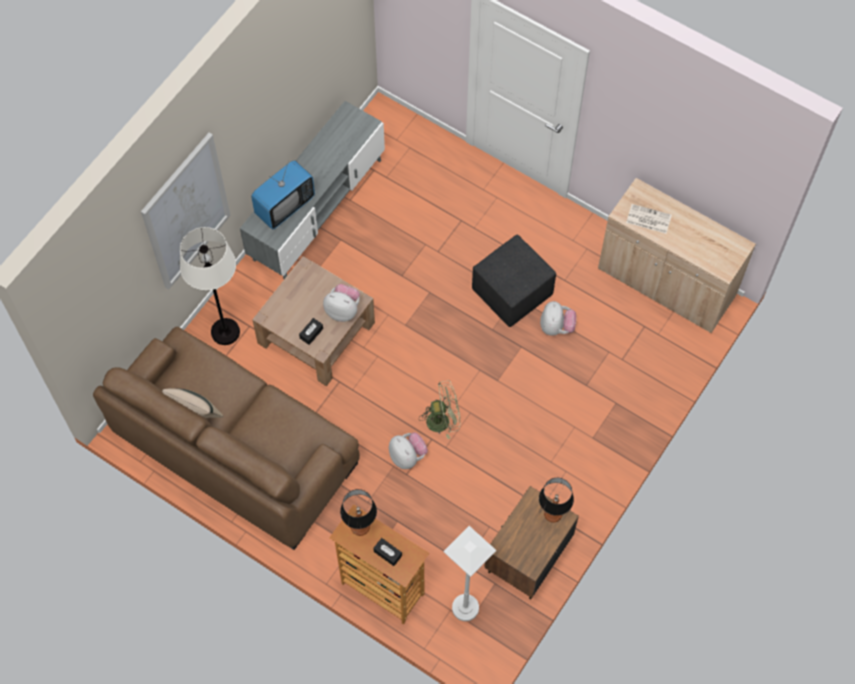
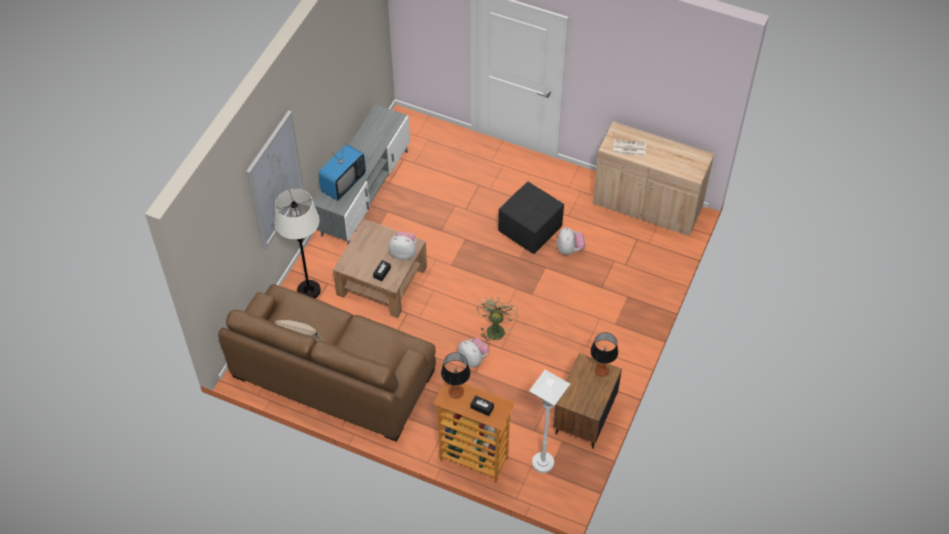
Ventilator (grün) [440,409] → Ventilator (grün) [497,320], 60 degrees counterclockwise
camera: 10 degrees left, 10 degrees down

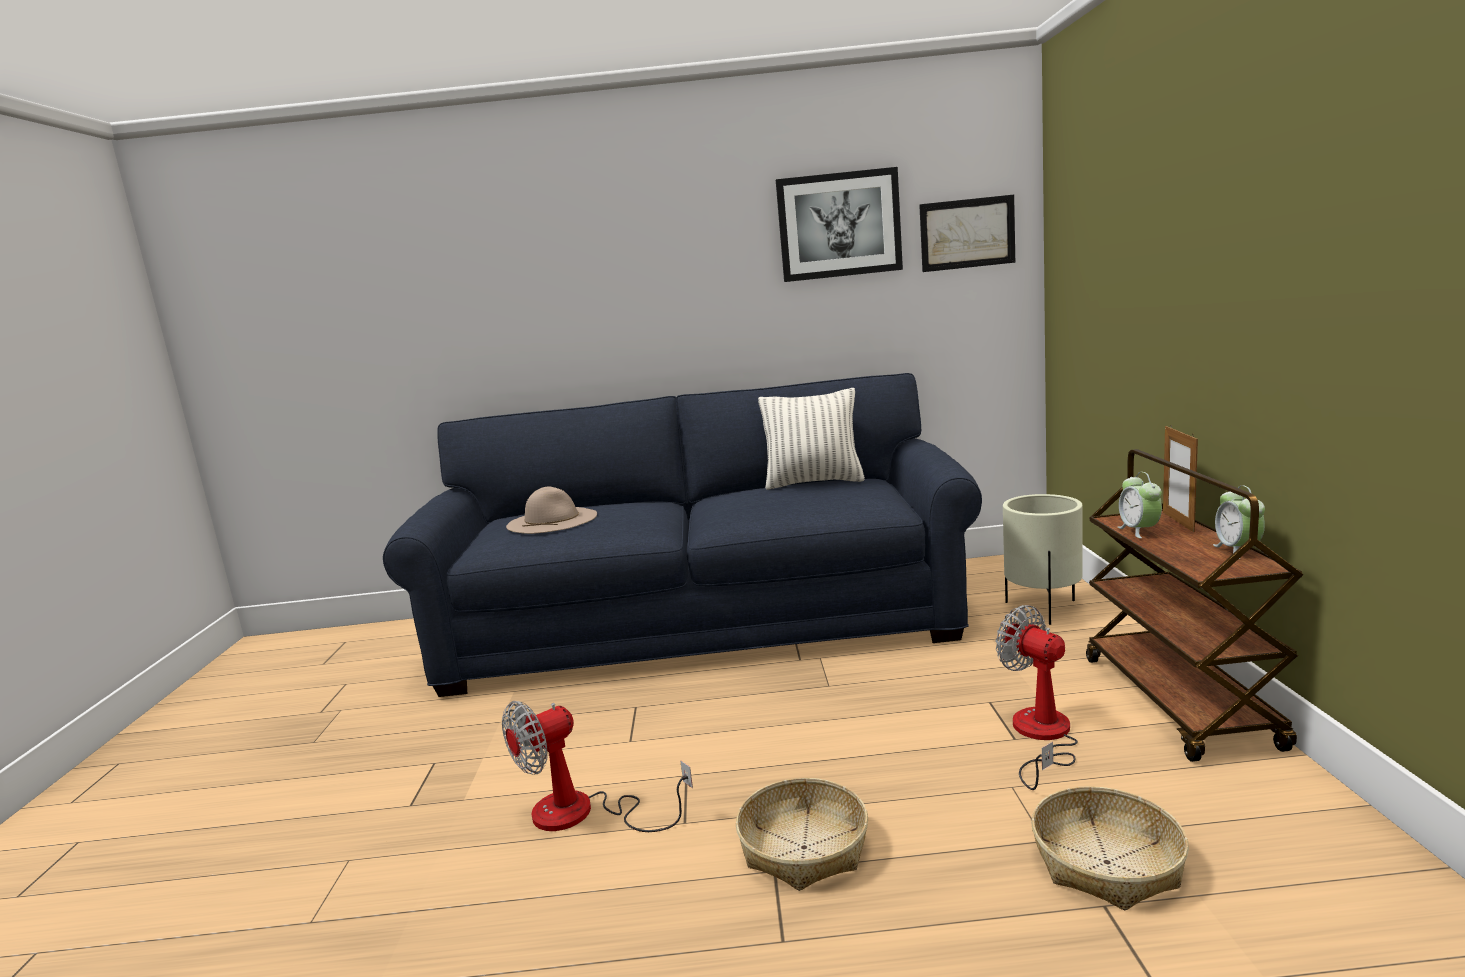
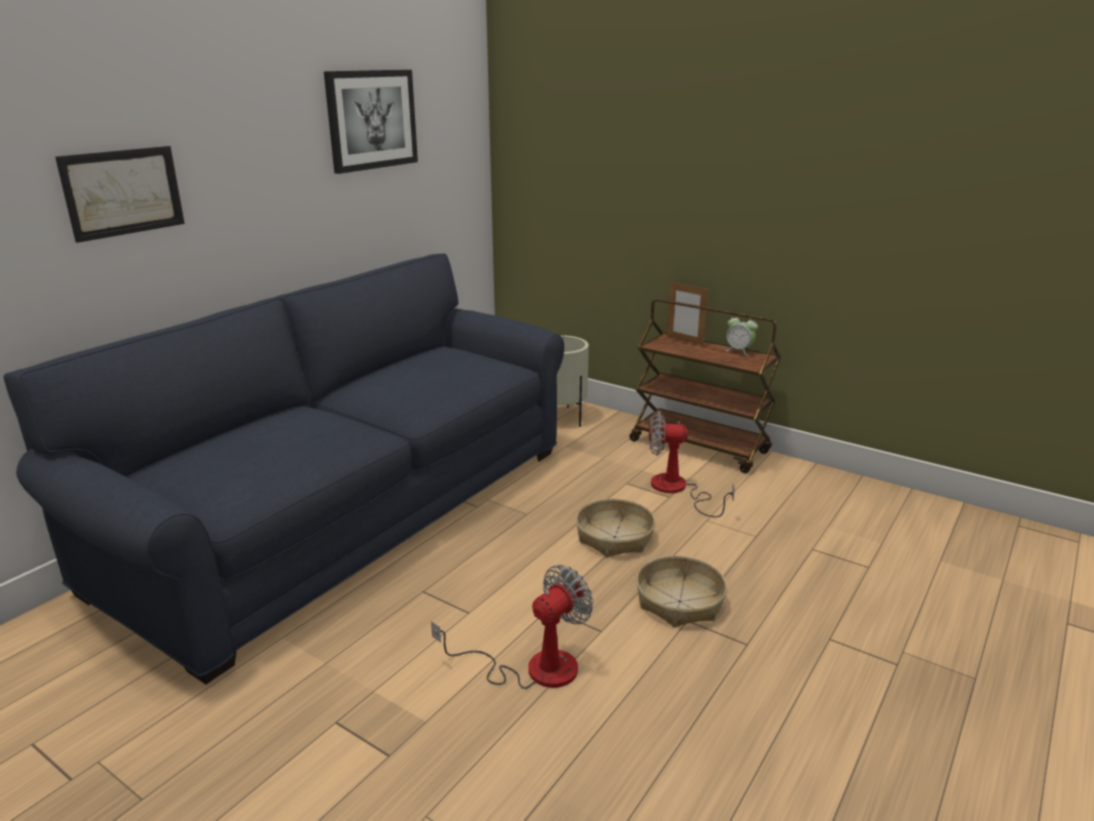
Ventilator [597,766] → Ventilator [512,627], 135 degrees counterclockwise
Hut (beige) [551,510] → -
Kissen [811,439] → -
Bild [967,233] → Bild [120,194], moved
Korb [1110,848] → Korb [615,528], moved
Wecker [1140,505] → -
camera: 55 degrees left, 10 degrees up

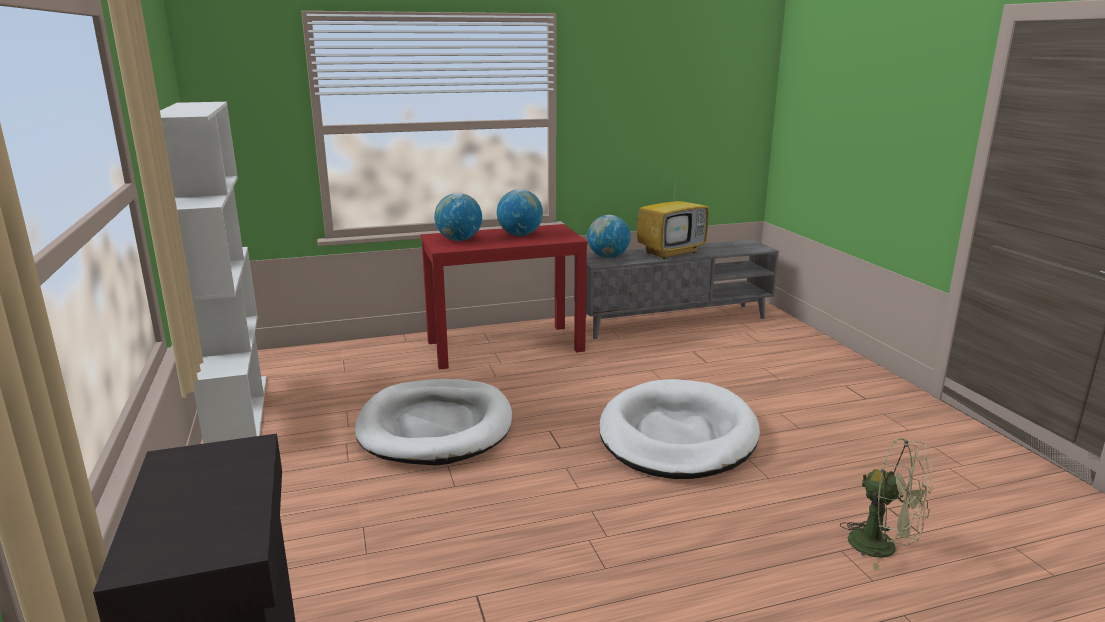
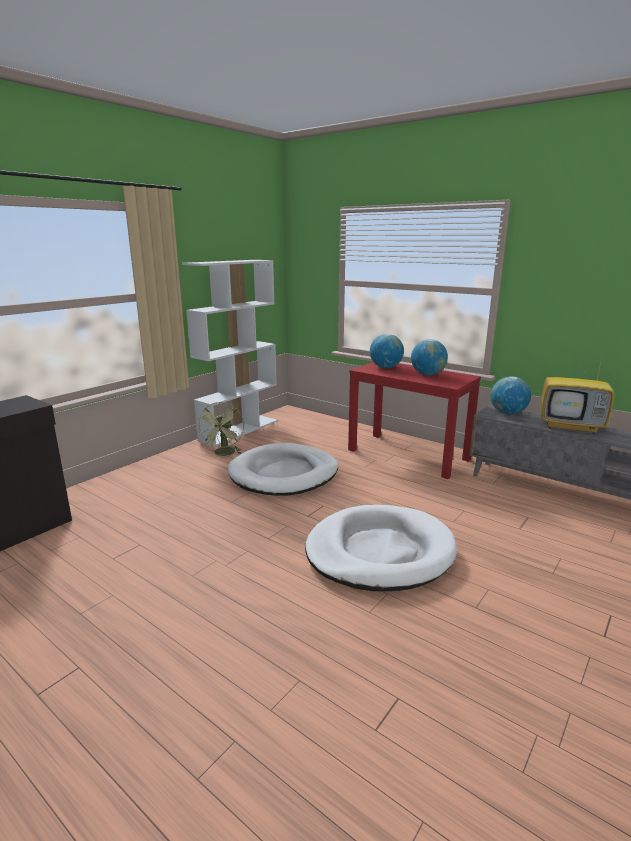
Ventilator (grün) [886,504] → Ventilator (grün) [221,429], moved
camera: 55 degrees right, 0 degrees up

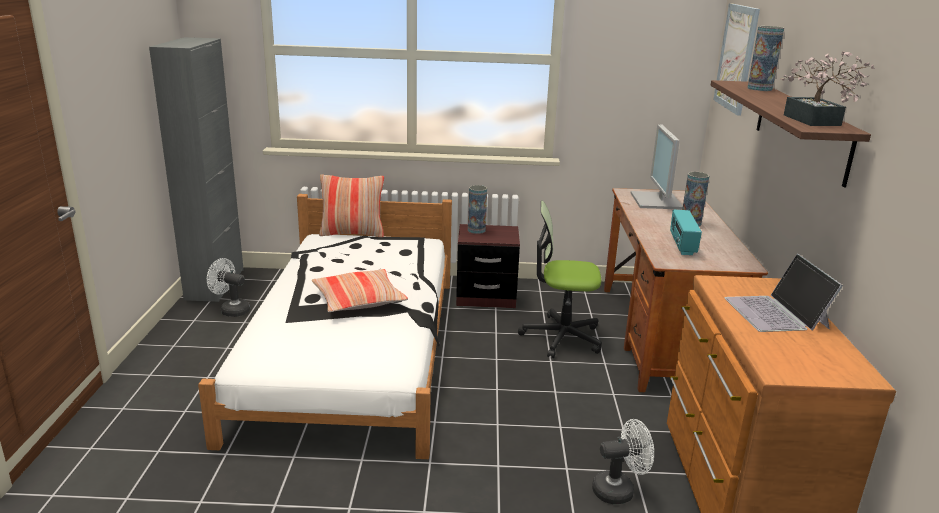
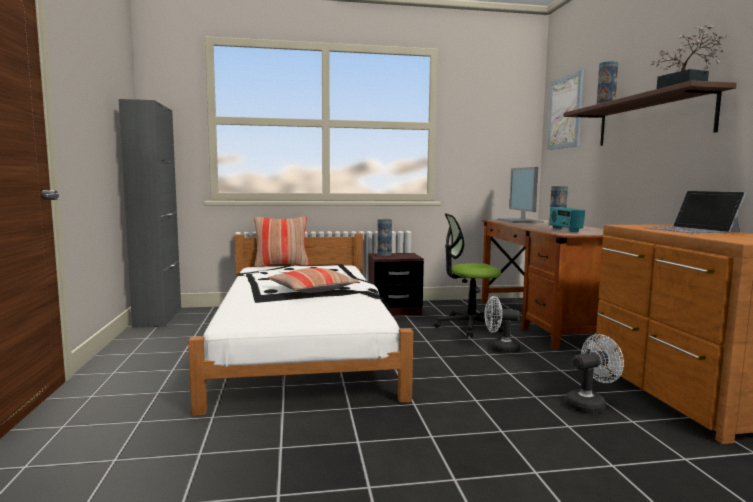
Ventilator (weiß) [229,287] → Ventilator (weiß) [502,324], moved
camera: 10 degrees left, 15 degrees down

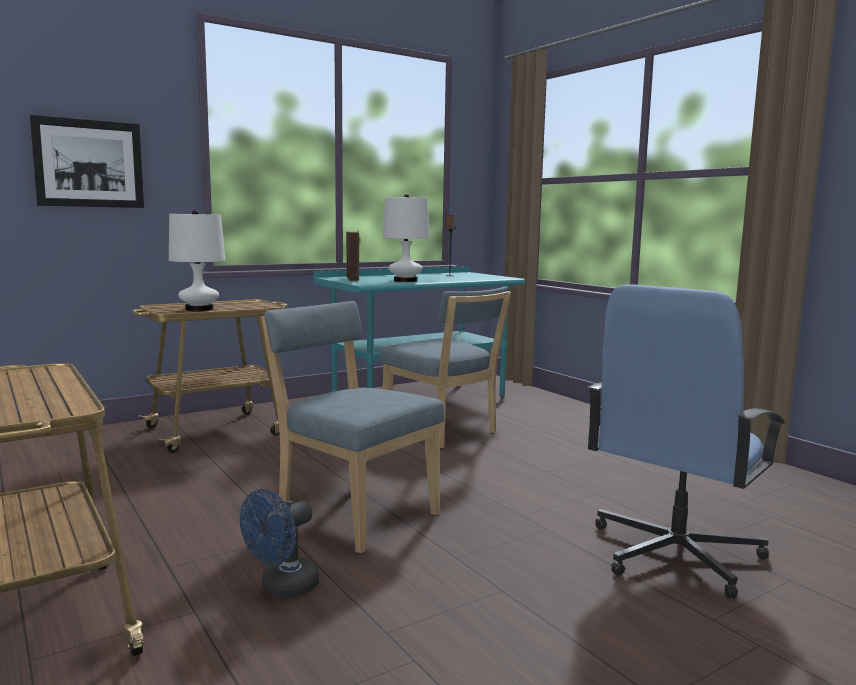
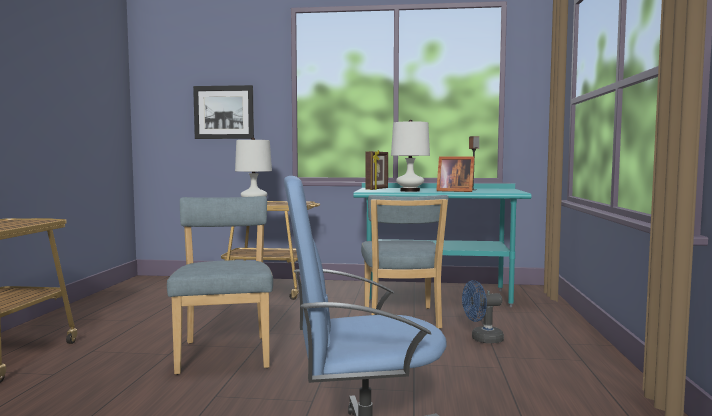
Ventilator (blau) [279,543] → Ventilator (blau) [483,311], moved
- → Bilderrahmen [455,174]
camera: 40 degrees right, 5 degrees down

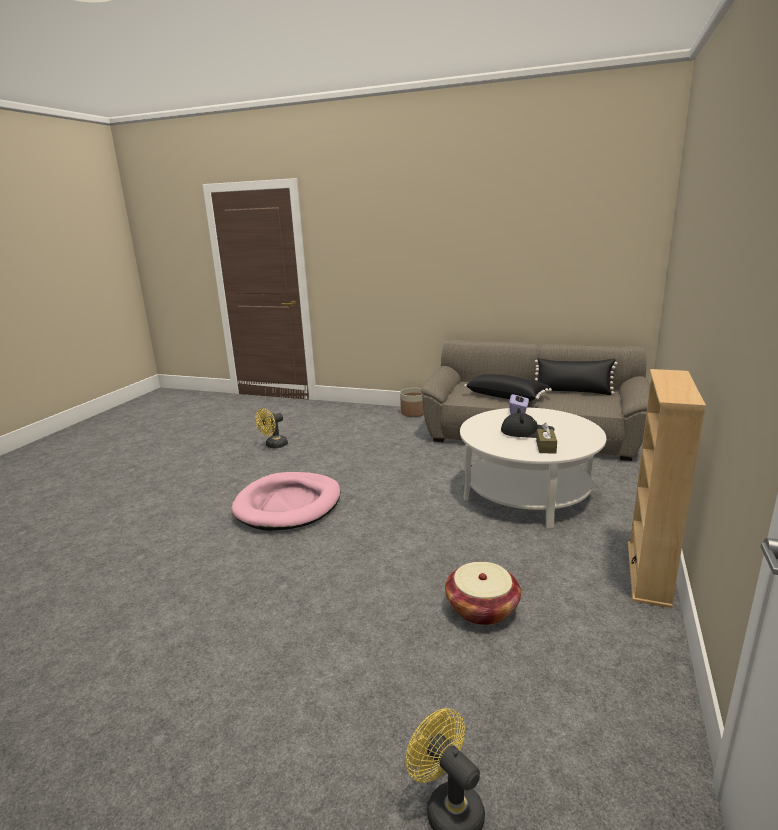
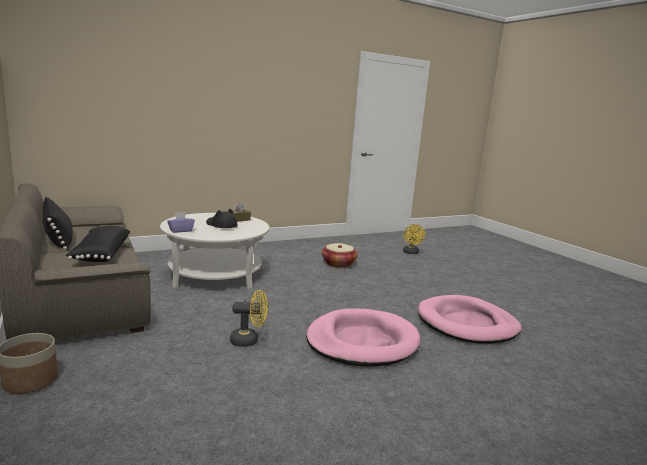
Ventilator (gelb) [271,428] → Ventilator (gelb) [249,318], moved
Bücherregal (beige) [667,488] → -
- → Hundebett (rosa) [470,319]
camera: 140 degrees left, 5 degrees down

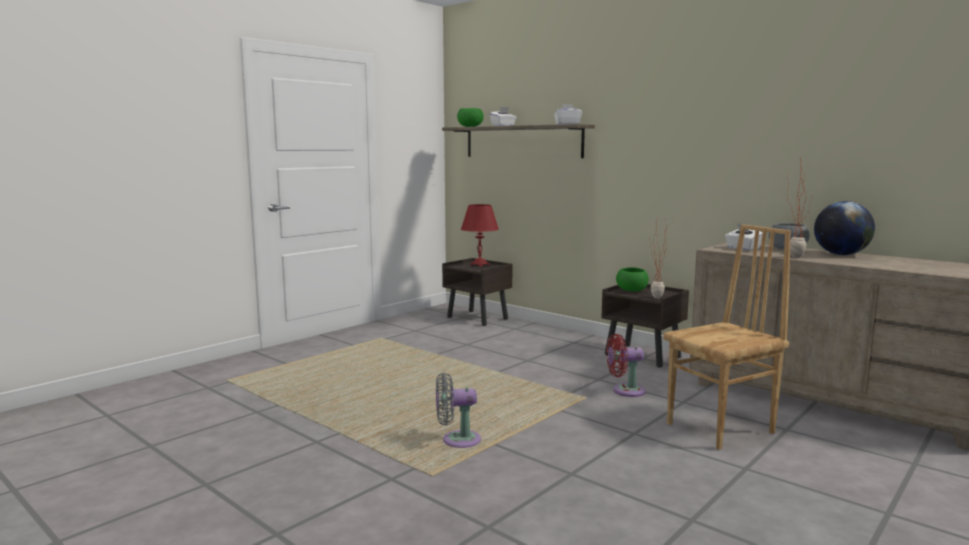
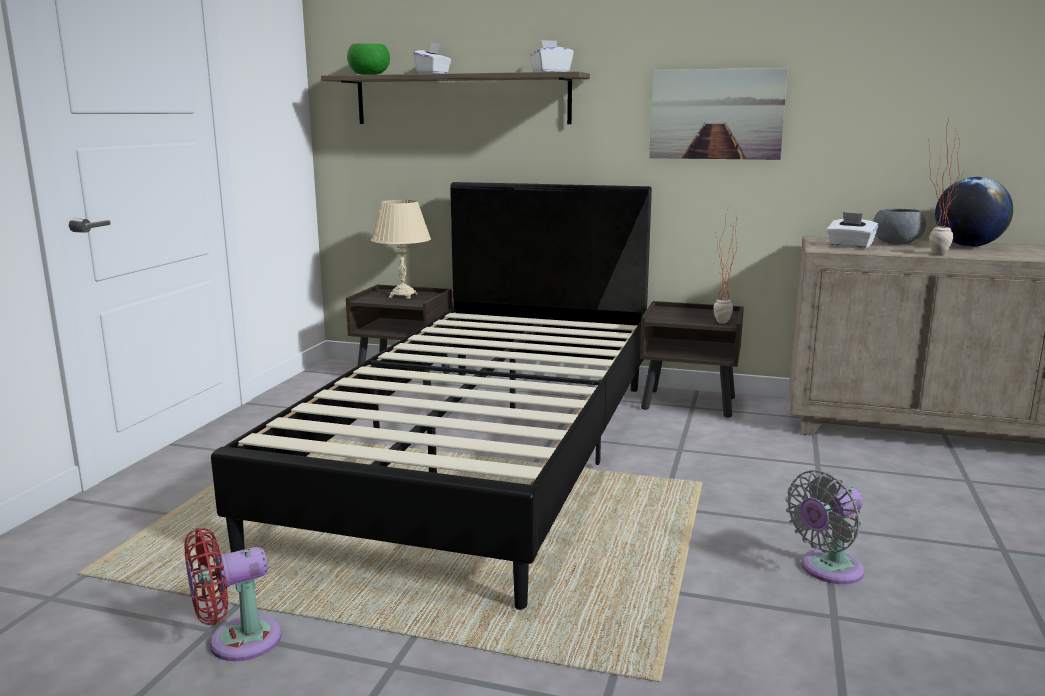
Ventilator (grau) [458,410] → Ventilator (grau) [824,527], moved
Tischlampe (rot) [480,235] → Tischlampe (beige) [401,249]
Ventilator (rot) [626,365] → Ventilator (rot) [232,594], moved
Schüssel (grün) [632,279] → -
Stuhl (braun) [727,337] → -
- → Bett (schwarz) [431,396]
- → Bild [718,114]
camera: 25 degrees left, 5 degrees up

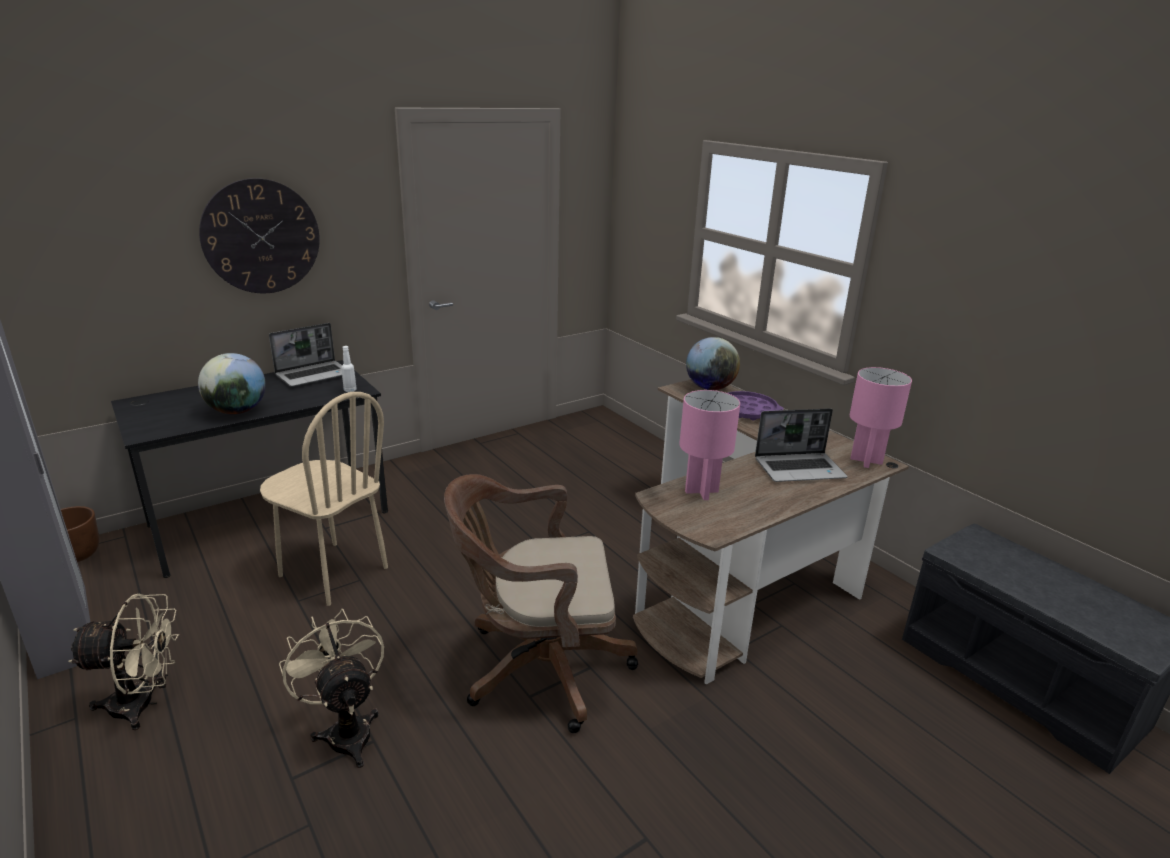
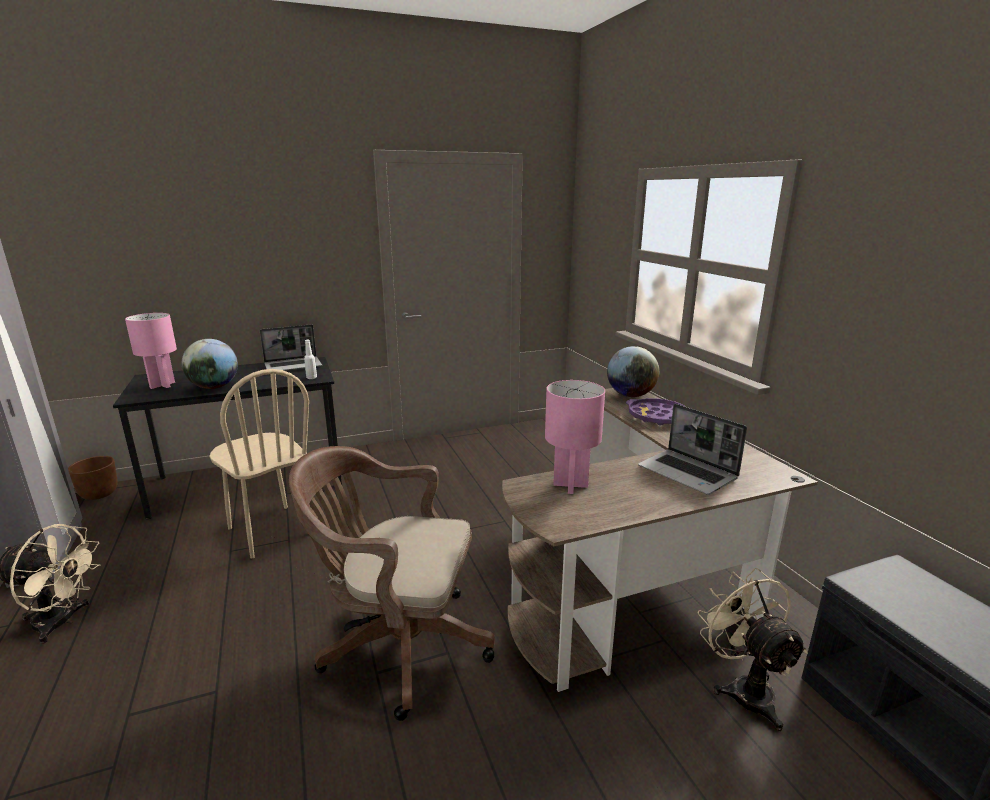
Wanduhr [259,236] → -
Ventilator (beige) [331,688] → Ventilator (beige) [752,649], moved
Laptop [801,445] → Laptop [692,449], 45 degrees clockwise
Tischlampe (rosa) [881,417] → Tischlampe (rosa) [151,351], moved
camera: 15 degrees right, 5 degrees down

